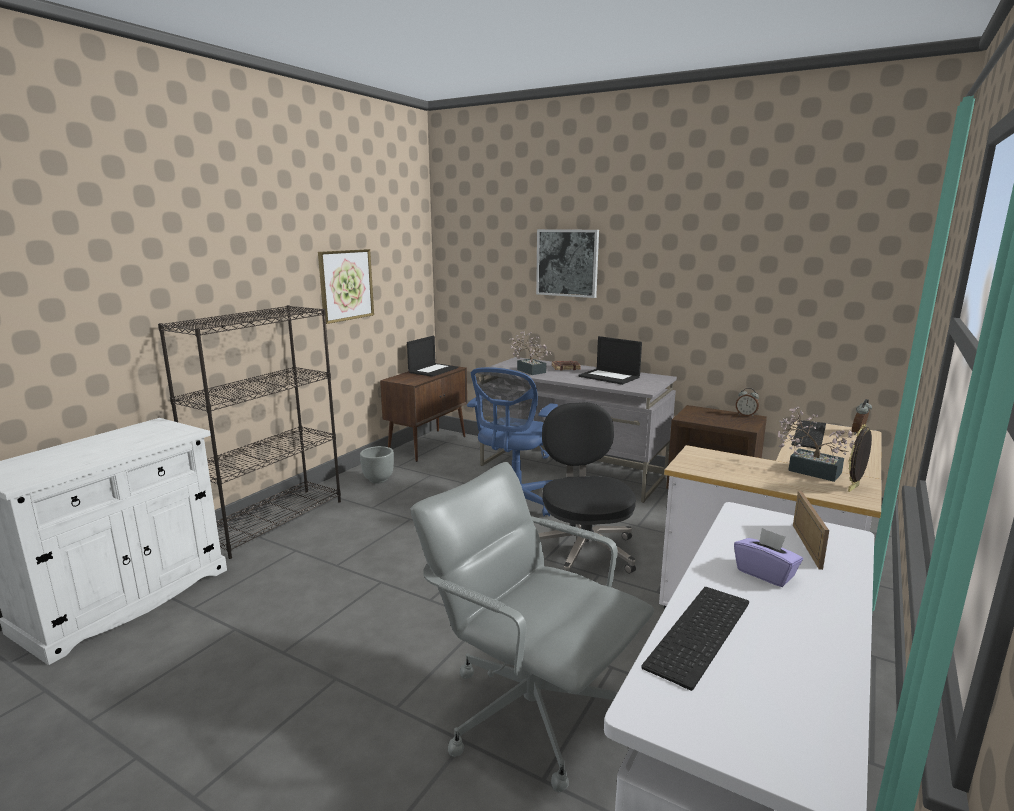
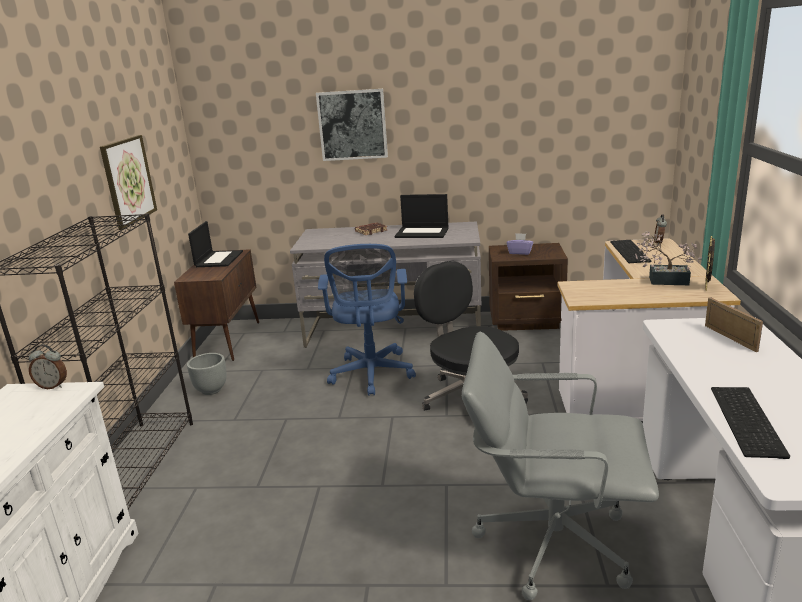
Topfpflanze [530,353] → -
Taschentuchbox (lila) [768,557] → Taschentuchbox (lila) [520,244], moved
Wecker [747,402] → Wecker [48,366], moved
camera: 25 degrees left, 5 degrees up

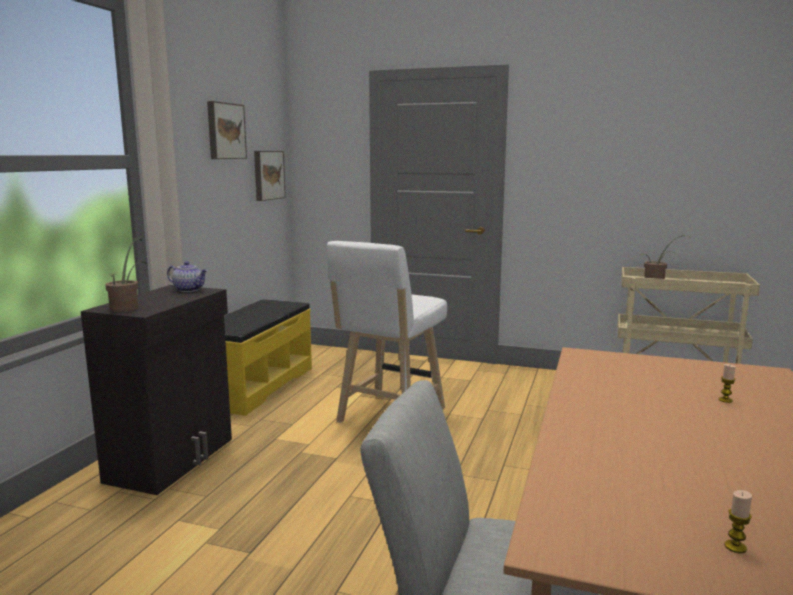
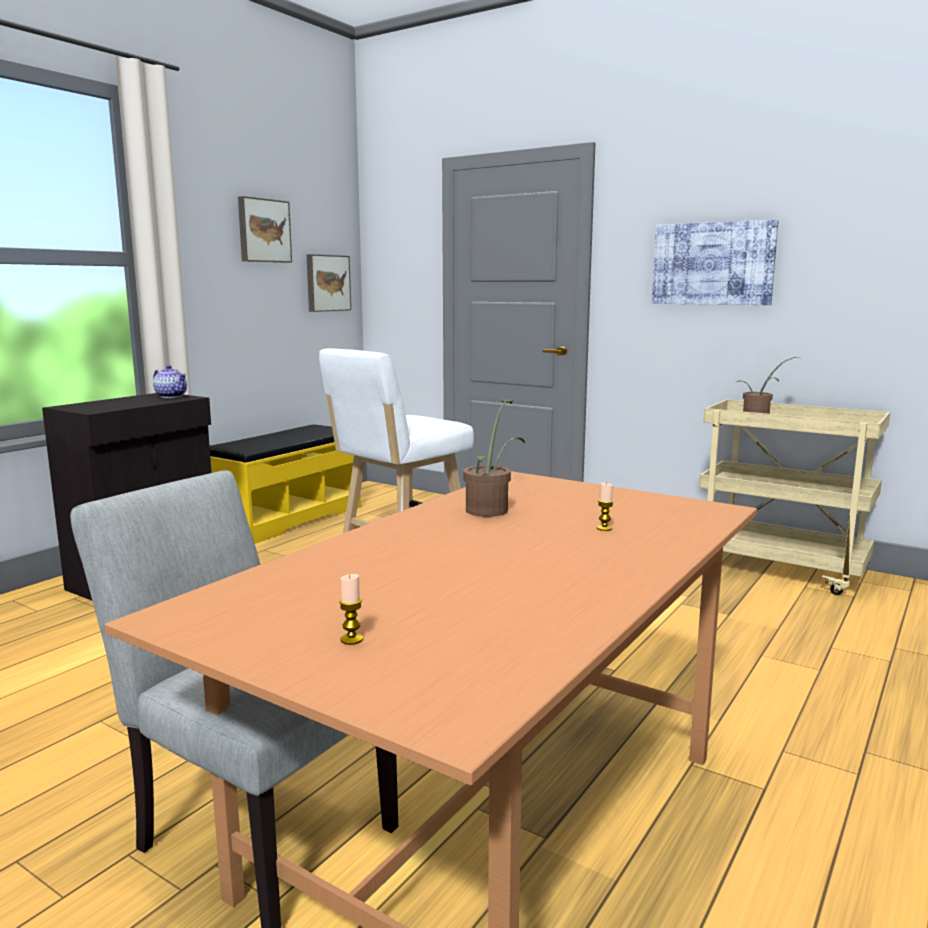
Topfpflanze [126,275] → Topfpflanze [494,458], moved
- → Bild [715,262]
camera: 15 degrees right, 0 degrees up

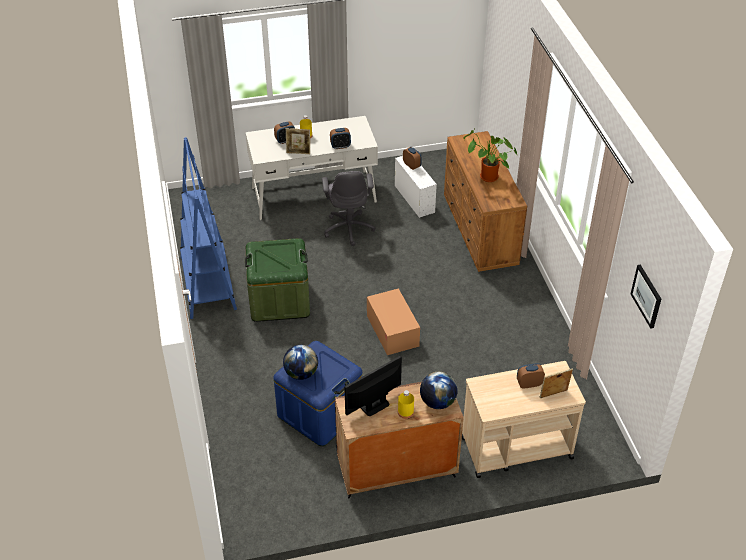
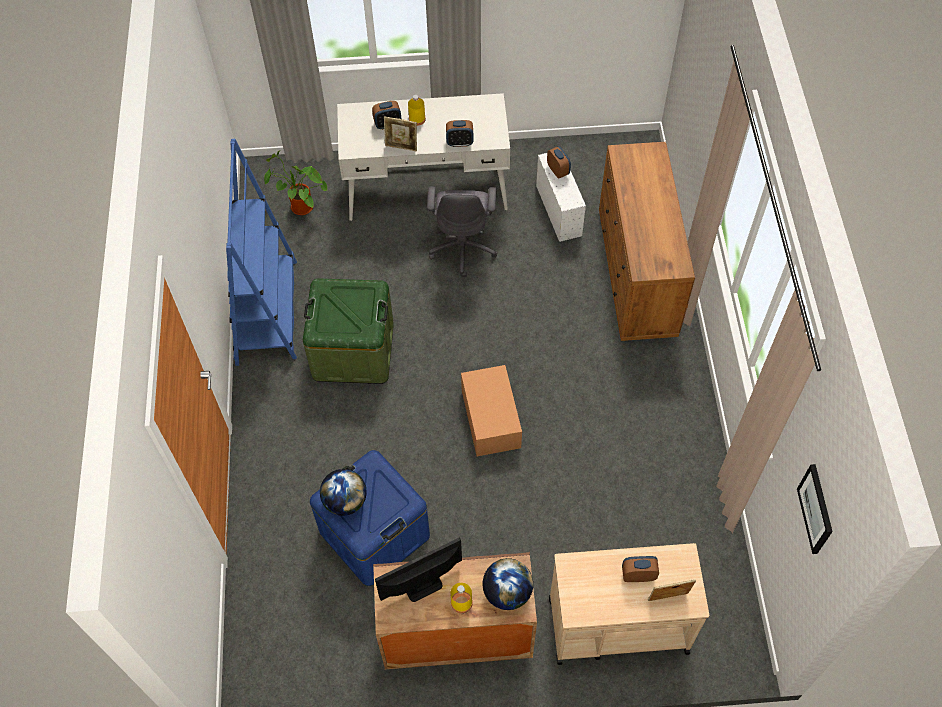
Topfpflanze [490,155] → Topfpflanze [295,182], moved
camera: 10 degrees right, 15 degrees up

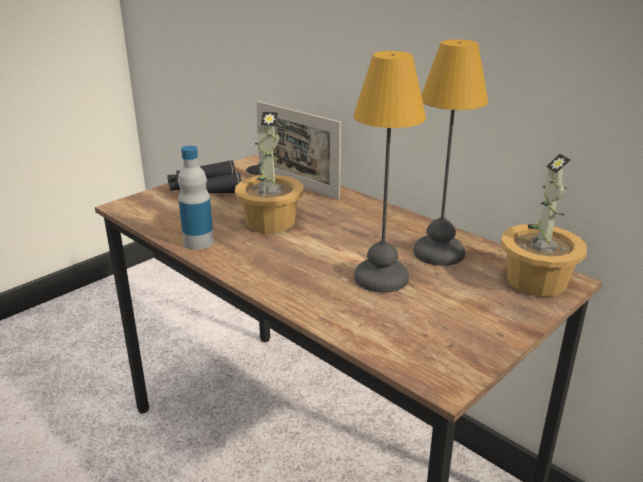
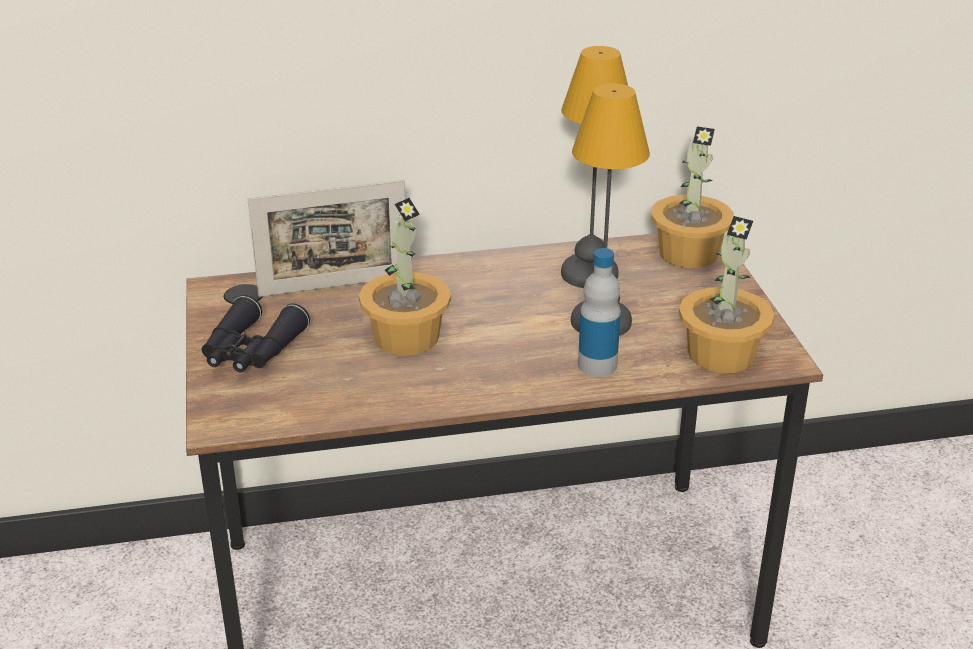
Flasche [196,198] → Flasche [599,312], moved
- → Topfpflanze [726,294]
camera: 55 degrees left, 5 degrees up

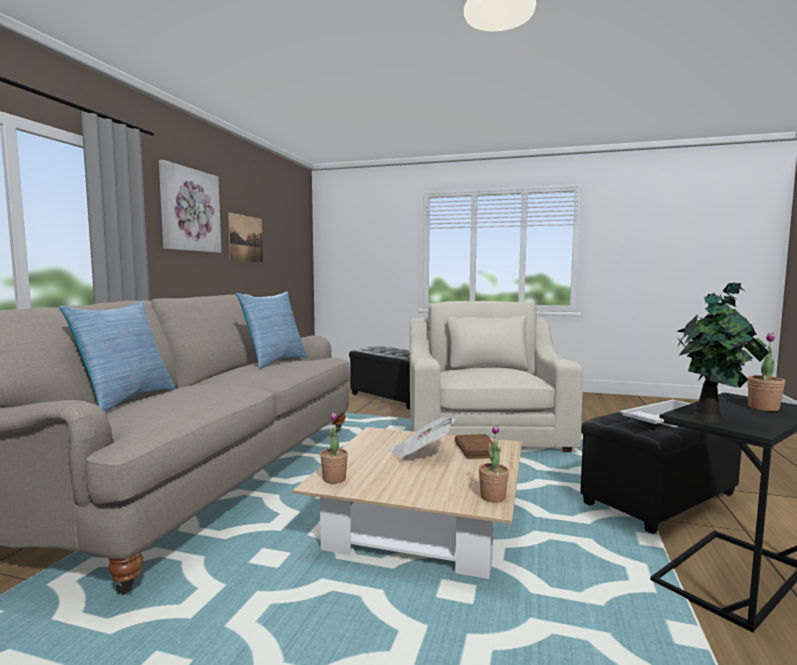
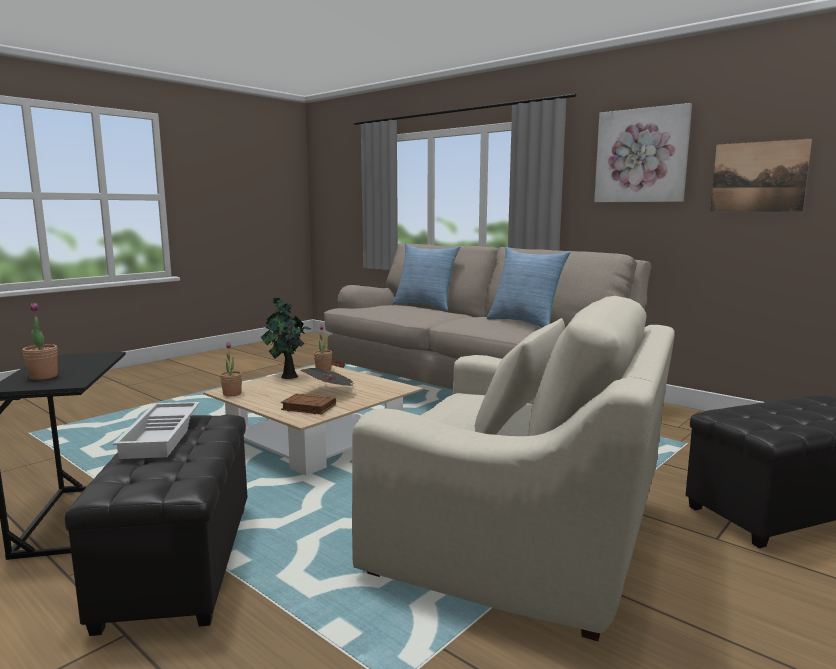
Topfpflanze [722,352] → Topfpflanze [286,338], moved
camera: 115 degrees right, 5 degrees up

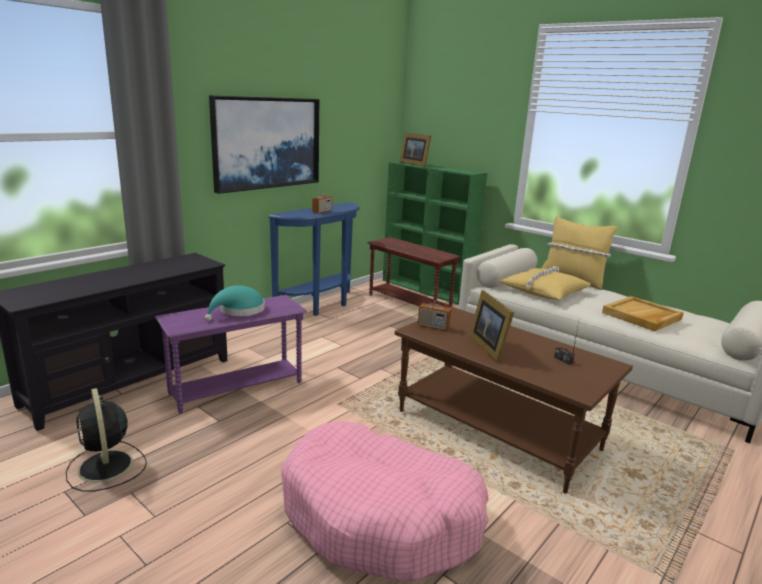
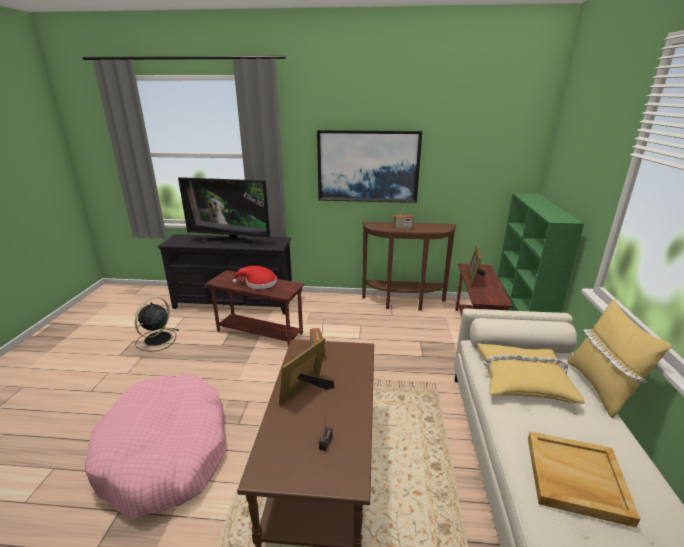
Beistelltisch (lila) [231,354] → Beistelltisch (braun) [255,308]
Hut (türkis) [235,303] → Hut (rot) [255,277]
Konsolentisch (blau) [314,259] → Konsolentisch (braun) [409,266]
Bilderrahmen [415,149] → Bilderrahmen [476,266], moved
- → Fernseher [224,212]
camera: 55 degrees right, 5 degrees up

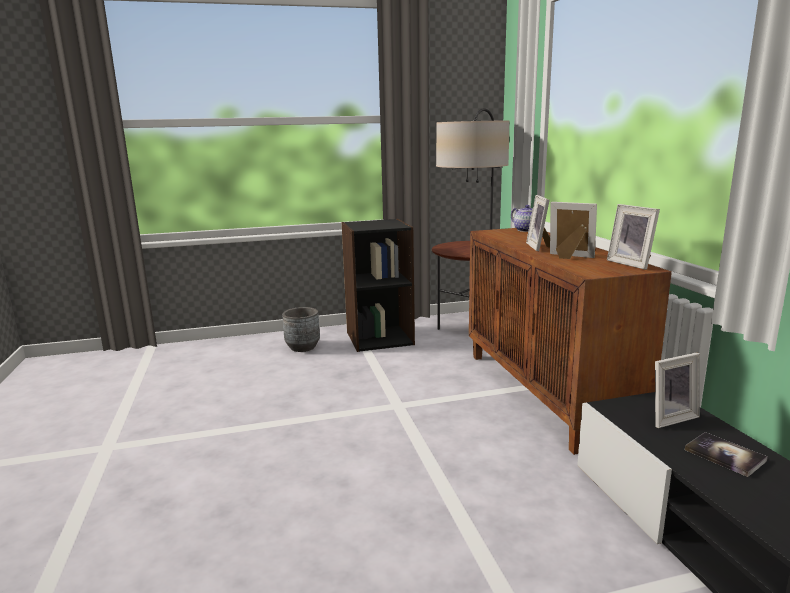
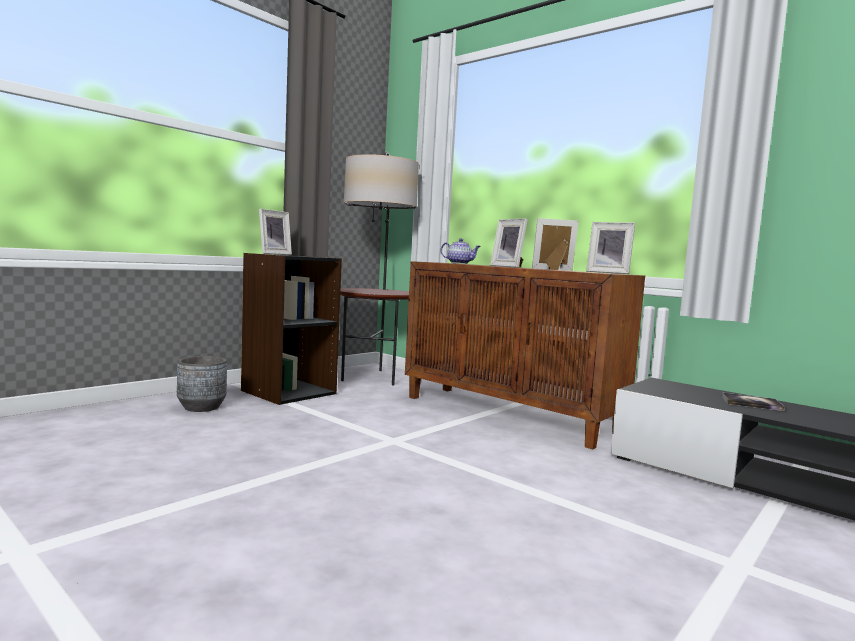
Bilderrahmen [677,390] → Bilderrahmen [275,232], moved
camera: 35 degrees left, 10 degrees down

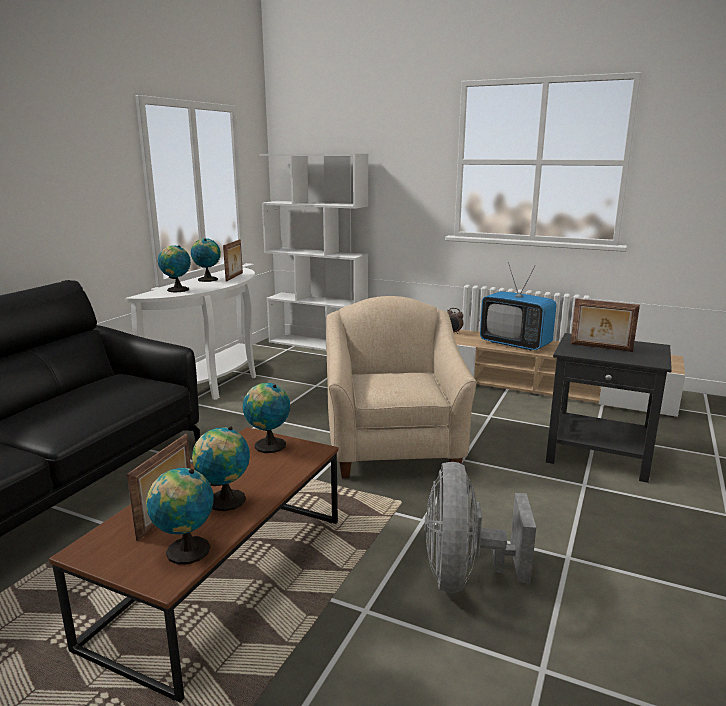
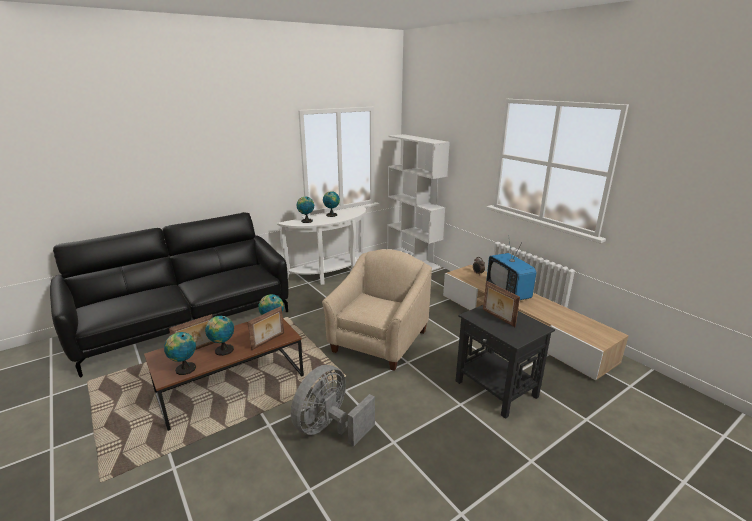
Bilderrahmen [233,260] → Bilderrahmen [266,328], moved
camera: 30 degrees right, 5 degrees up

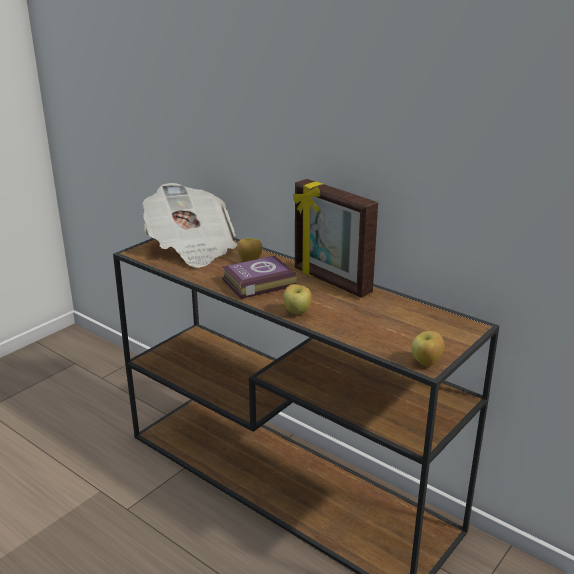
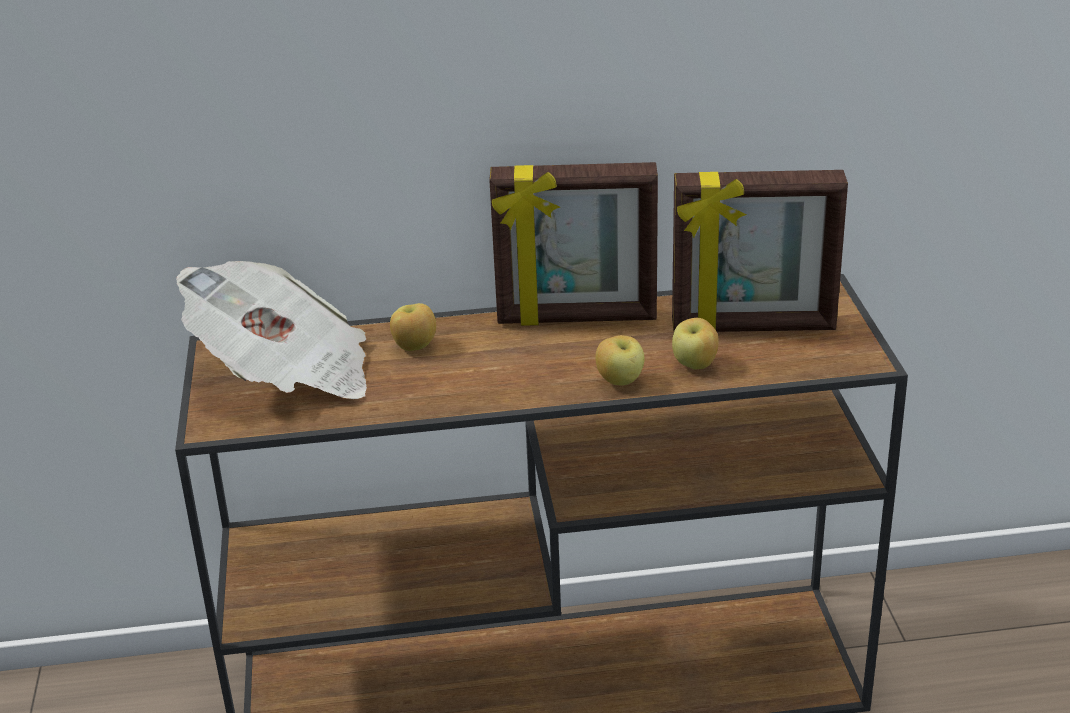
Buch [259,277] → -
Apfel [428,348] → Apfel [695,344], moved
- → Bilderrahmen [760,251]
camera: 45 degrees left, 5 degrees up

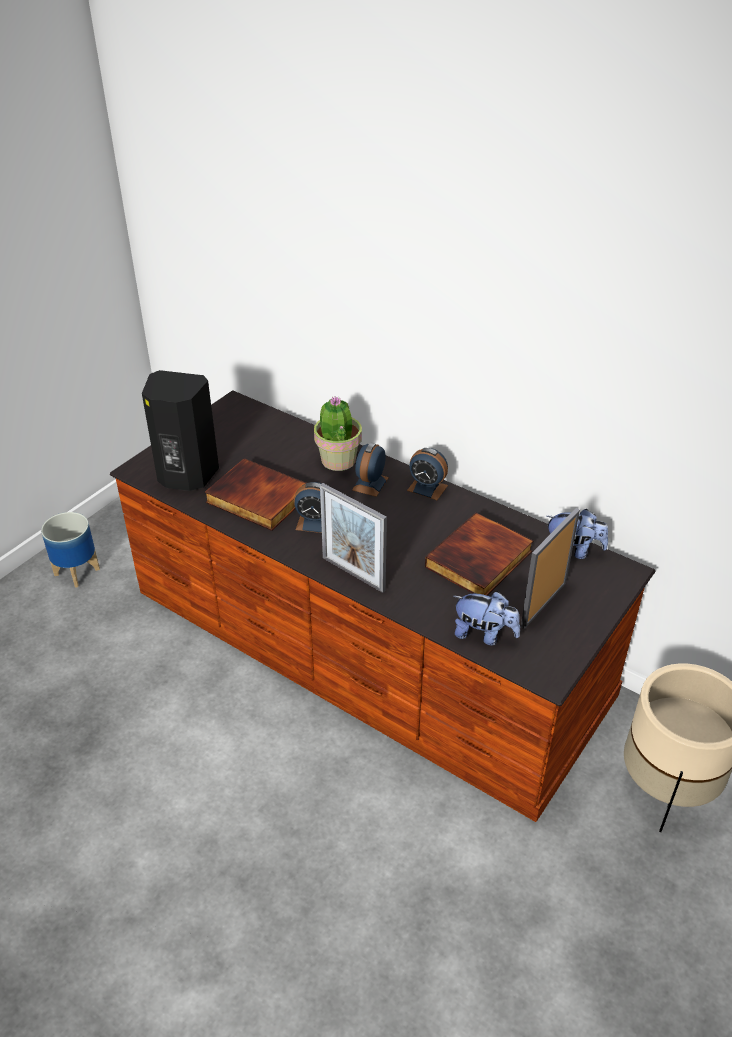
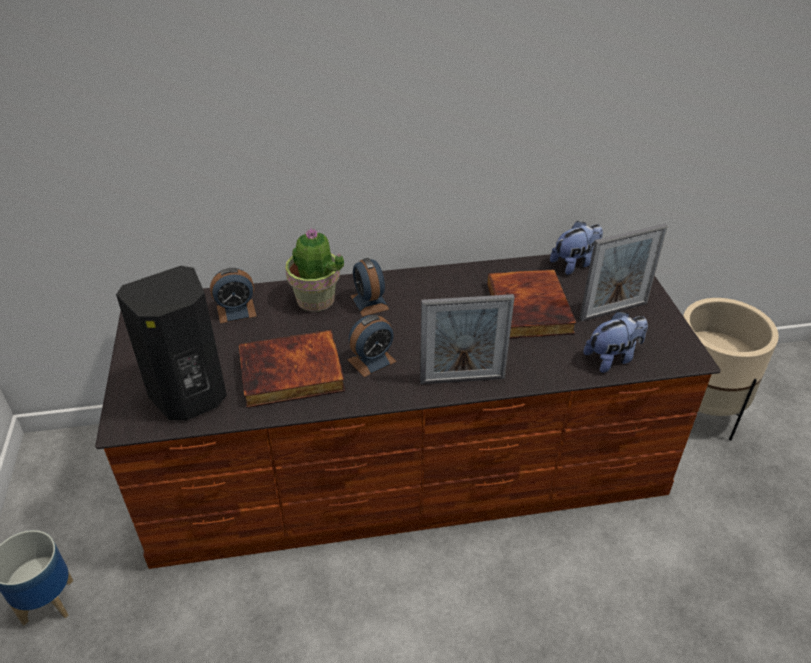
Wecker [427,474] → Wecker [233,296], moved
Bilderrahmen [550,568] → Bilderrahmen [623,272], 105 degrees counterclockwise
camera: 45 degrees left, 0 degrees up

